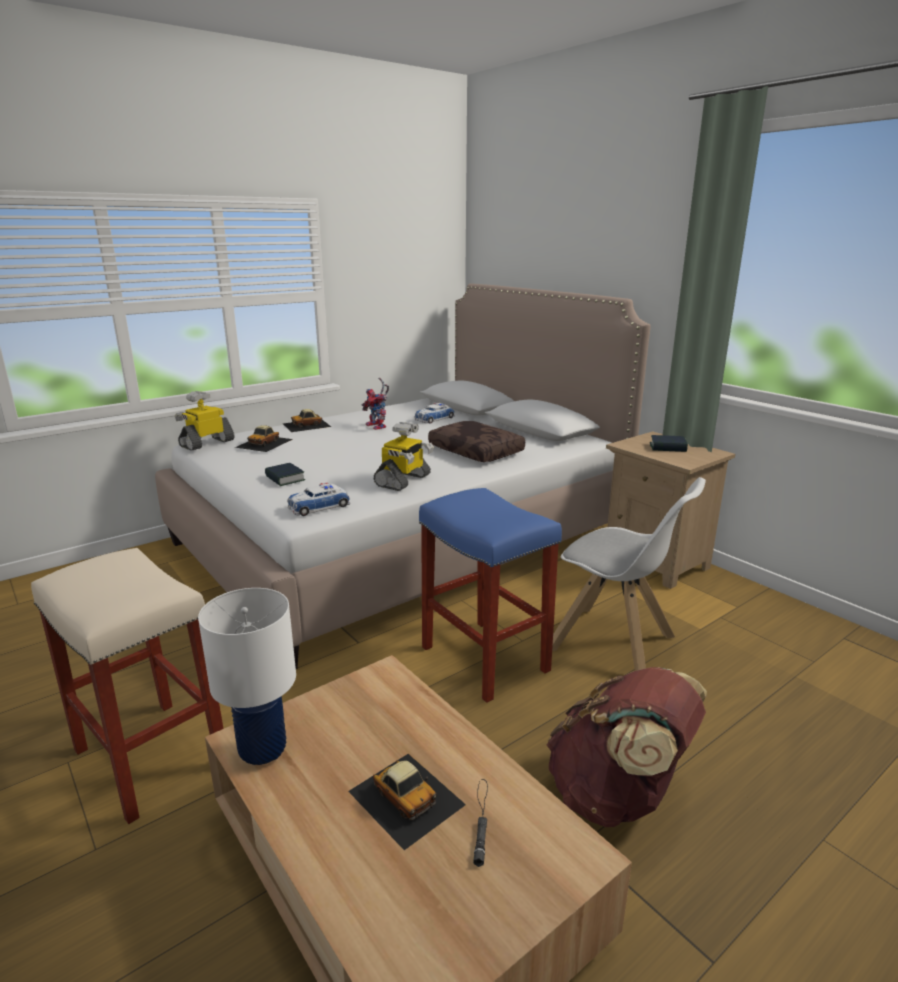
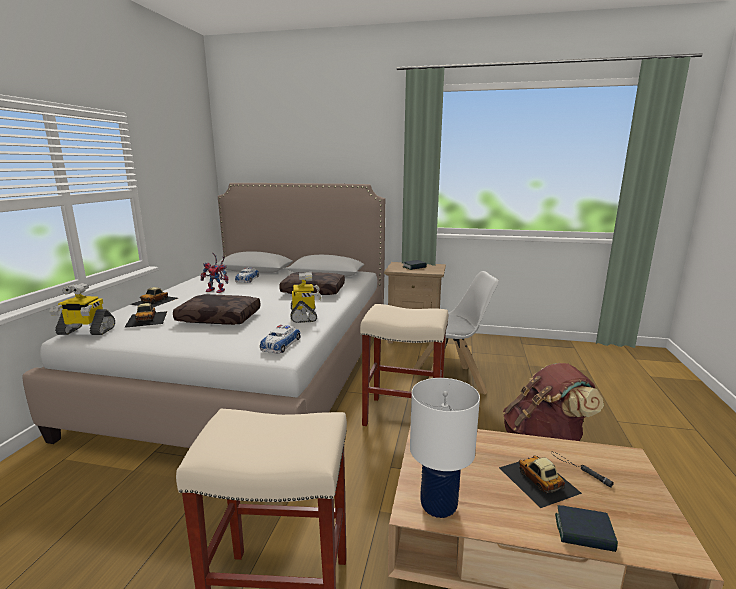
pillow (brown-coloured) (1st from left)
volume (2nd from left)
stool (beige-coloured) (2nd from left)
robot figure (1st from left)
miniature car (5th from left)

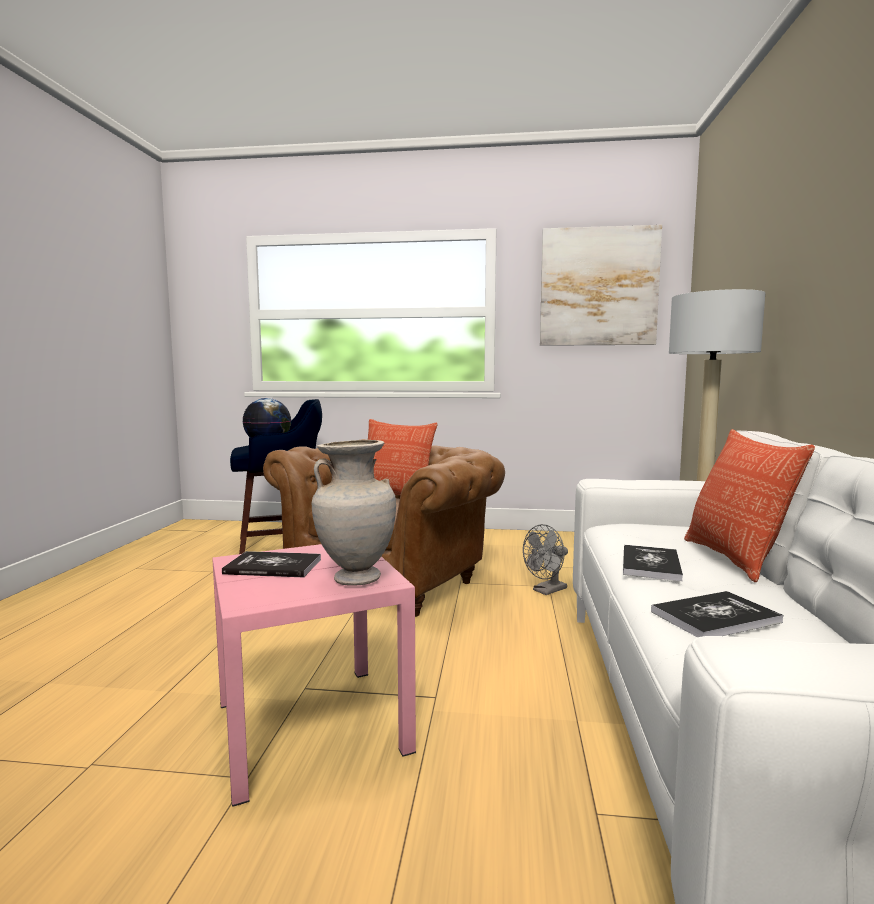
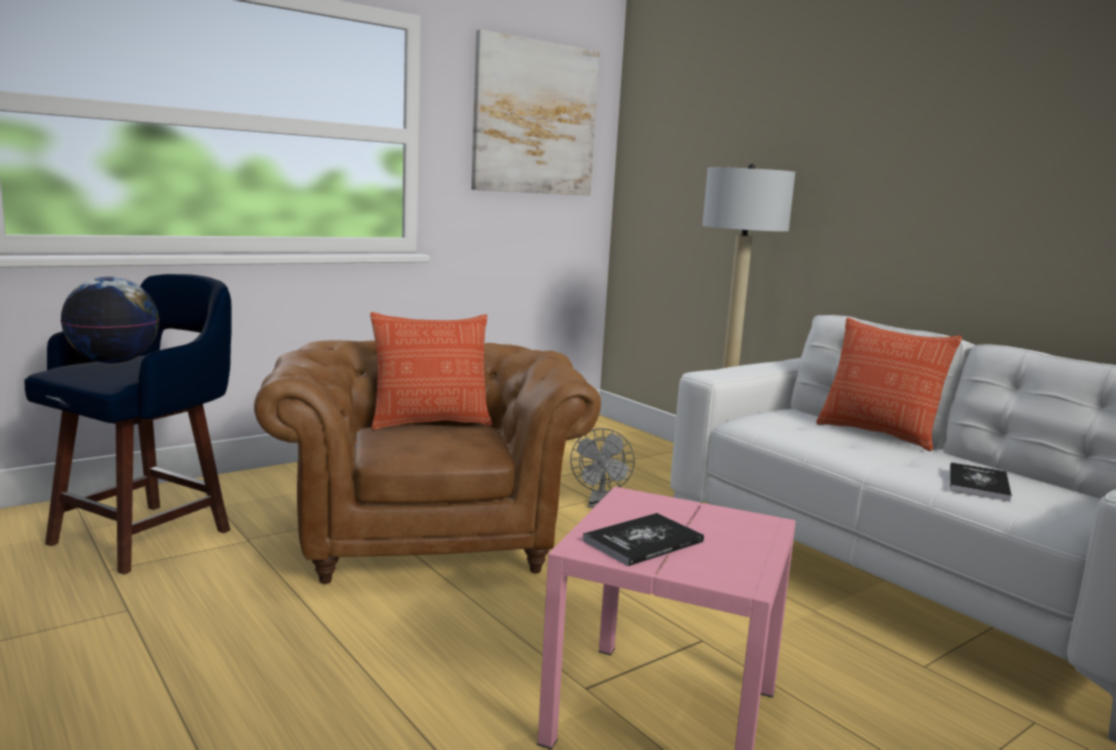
decorative vase (beige-coloured)
volume (2nd from left in the first image)

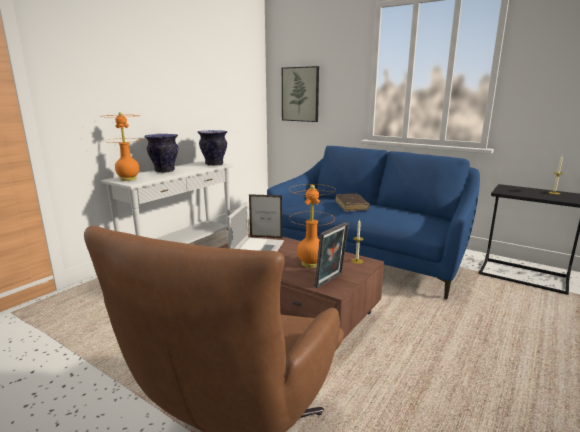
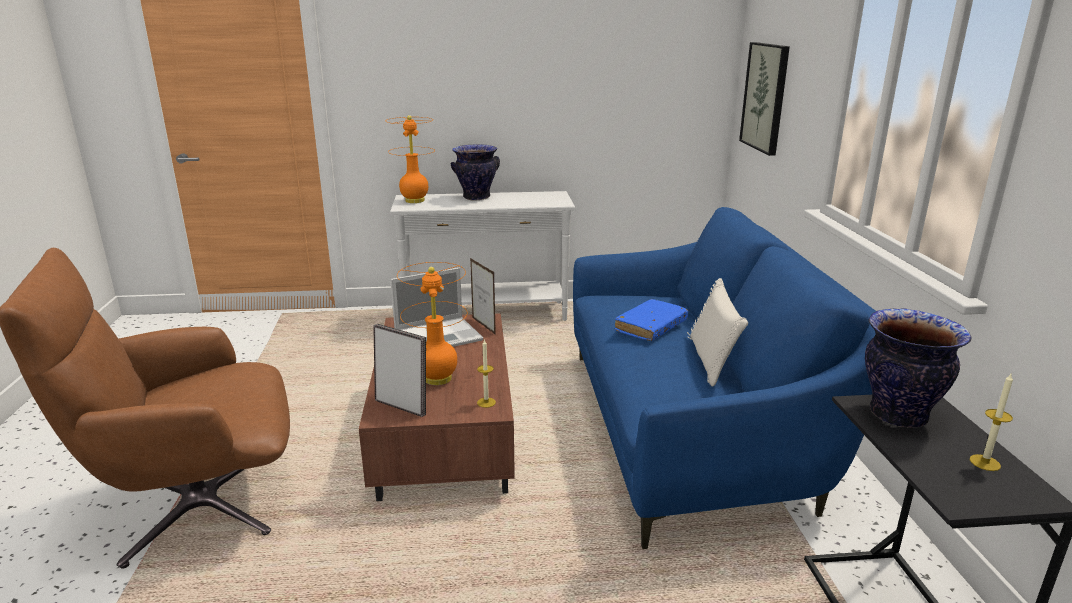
pillow (whitish)
decorative vase (2nd from left)
volume (blue)
picture frame (1st from left)

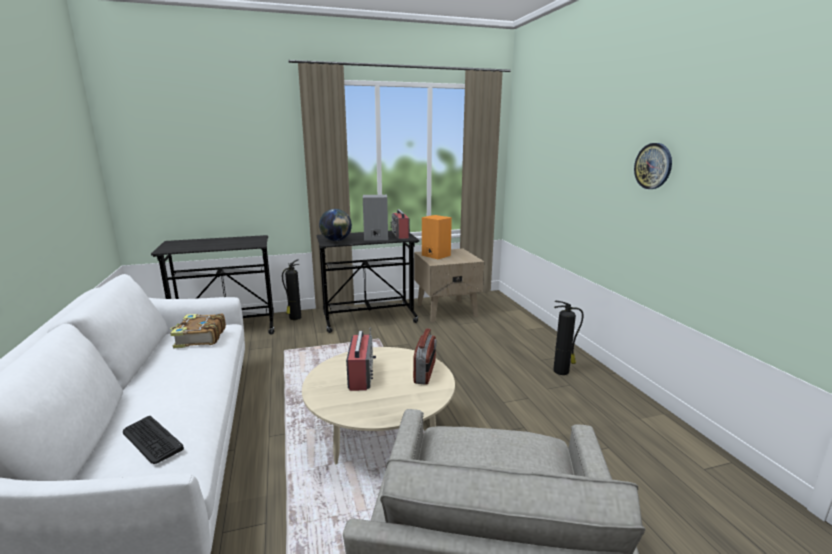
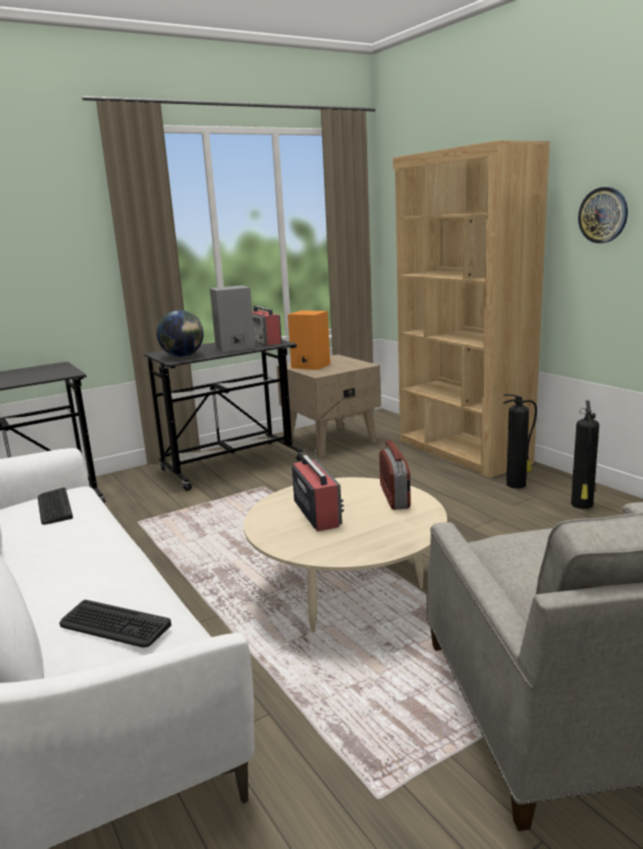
bookshelf (brown-coloured)
extinguisher (2nd from left)
PC keyboard (1st from left)

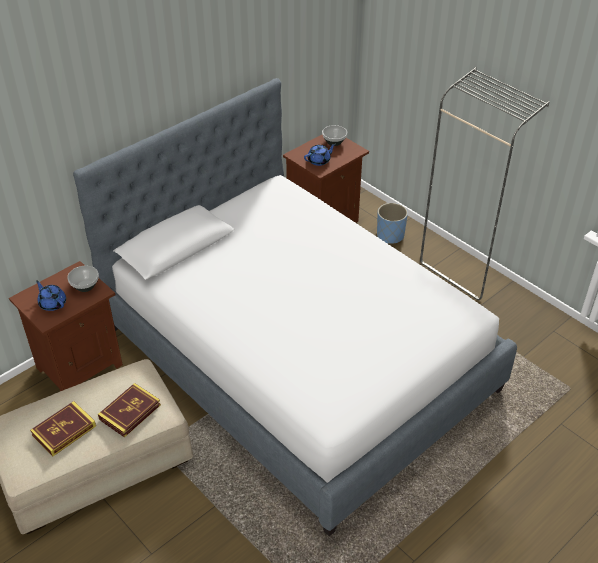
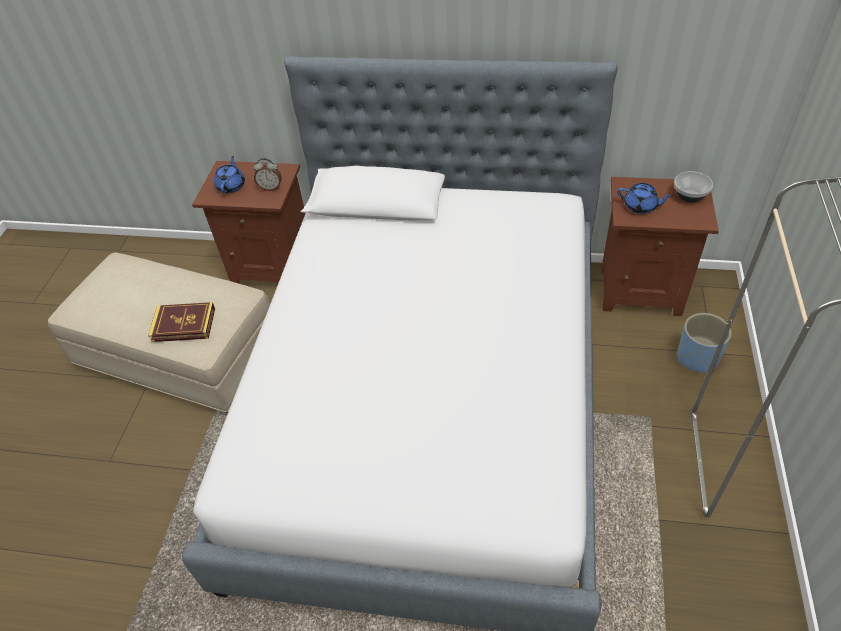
volume (1st from left in the first image)
alarm clock

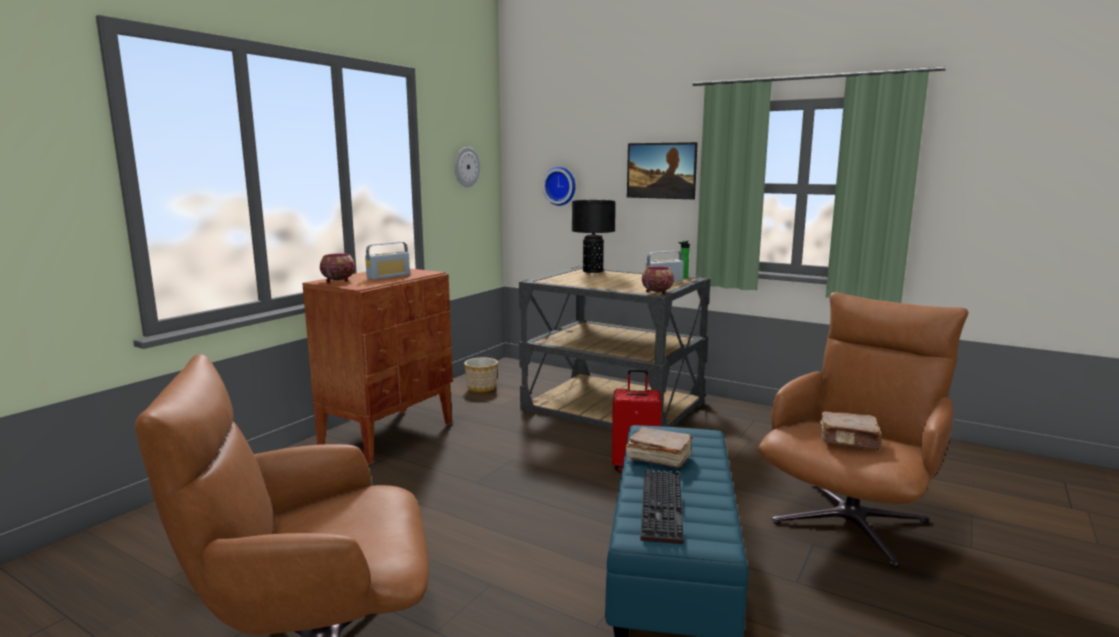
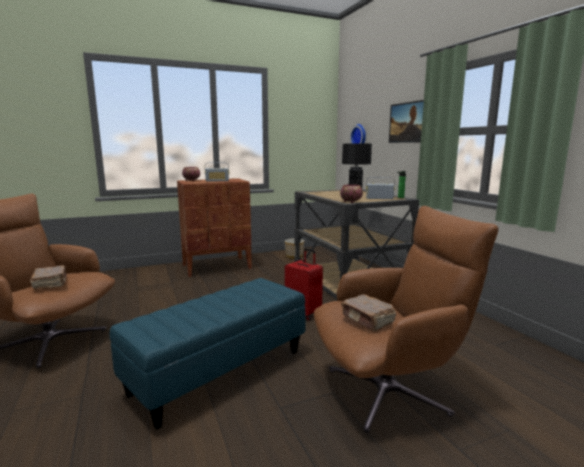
clock on the wall (1st from left in the first image)
PC keyboard
volume (brown-coloured) (1st from left)

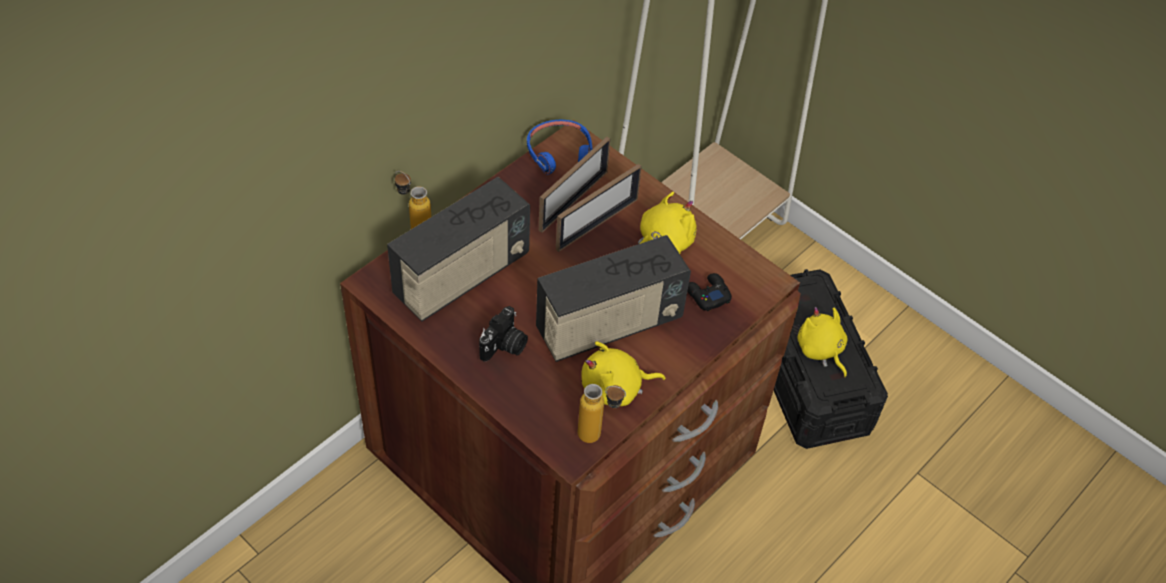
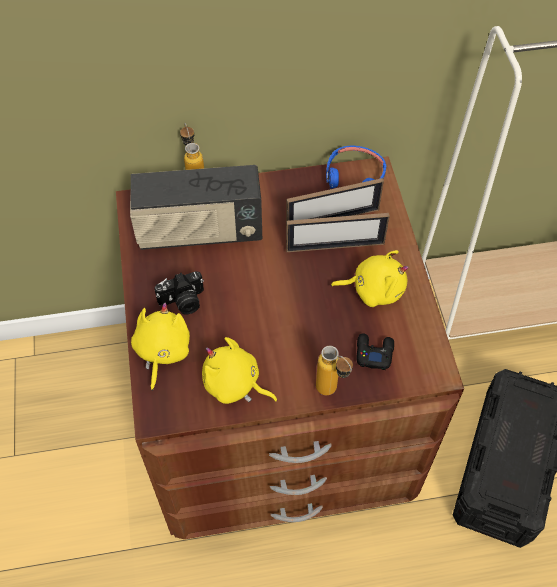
radio set (2nd from left in the first image)
bottle (2nd from left)
cuddly toy (yellow-coloured) (1st from left)

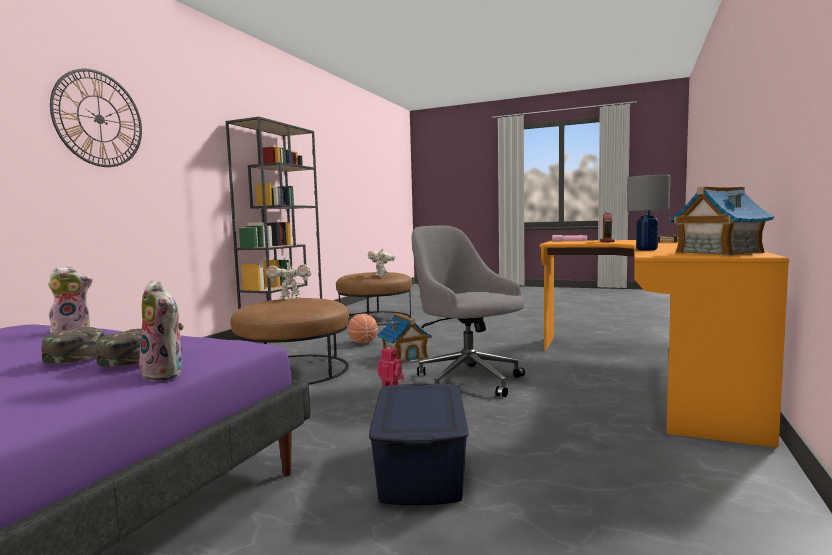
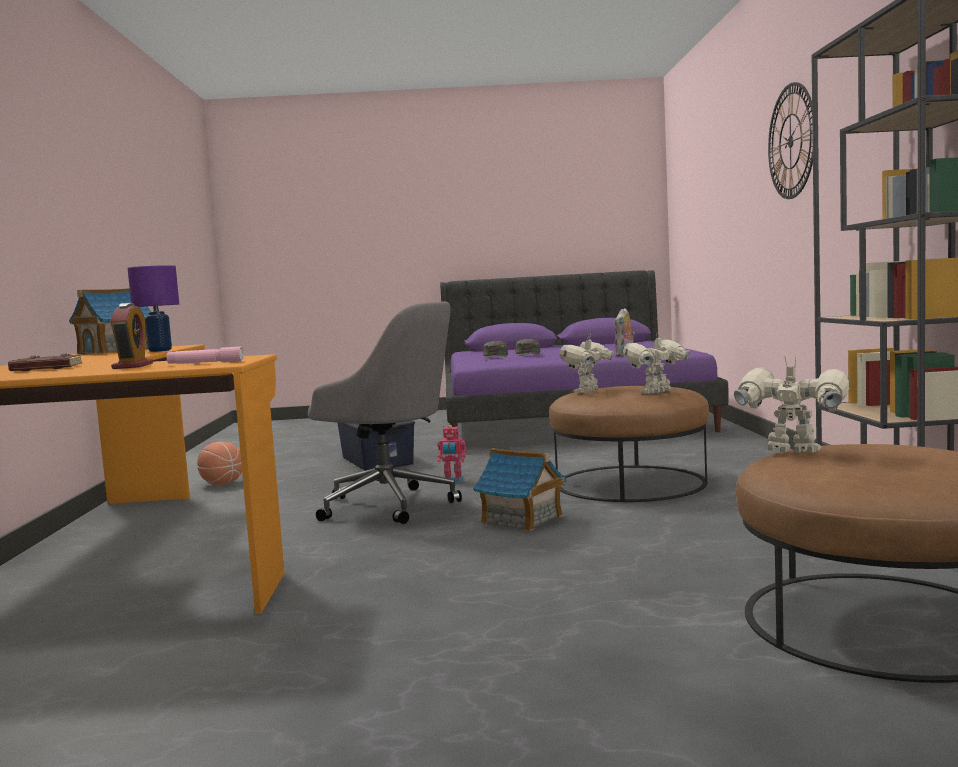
cuddly toy (2nd from left in the first image)
robot figure (2nd from left)
basketball ball
lamp for a table (purple)

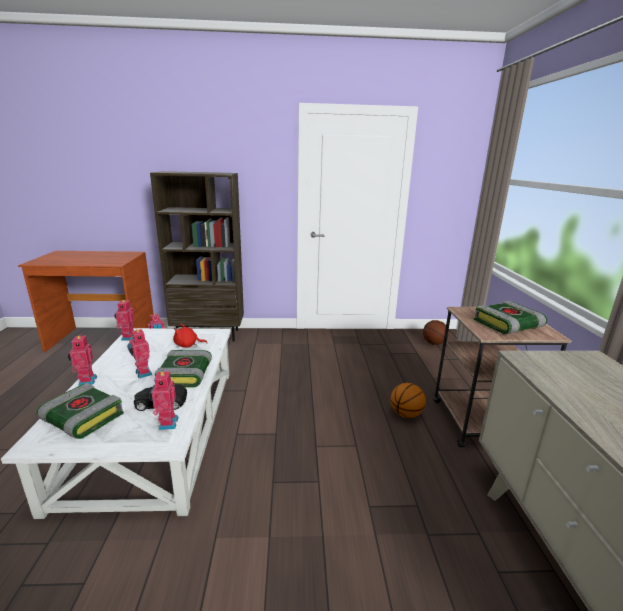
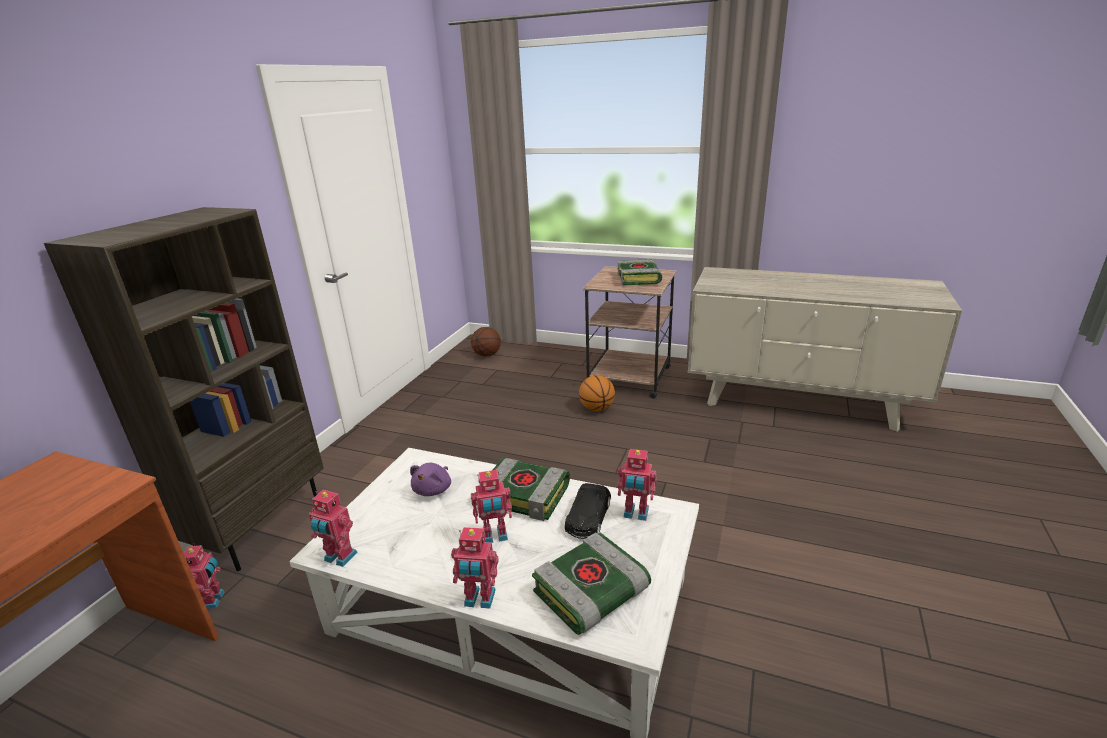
cuddly toy (purple)

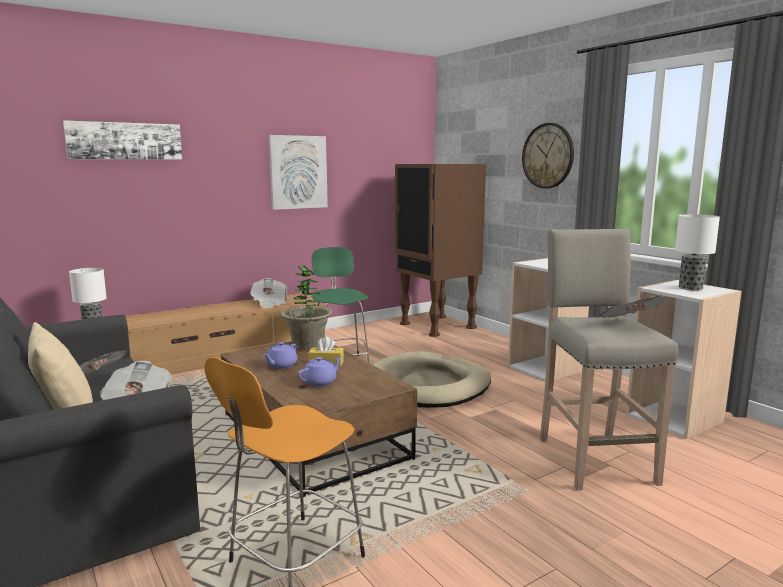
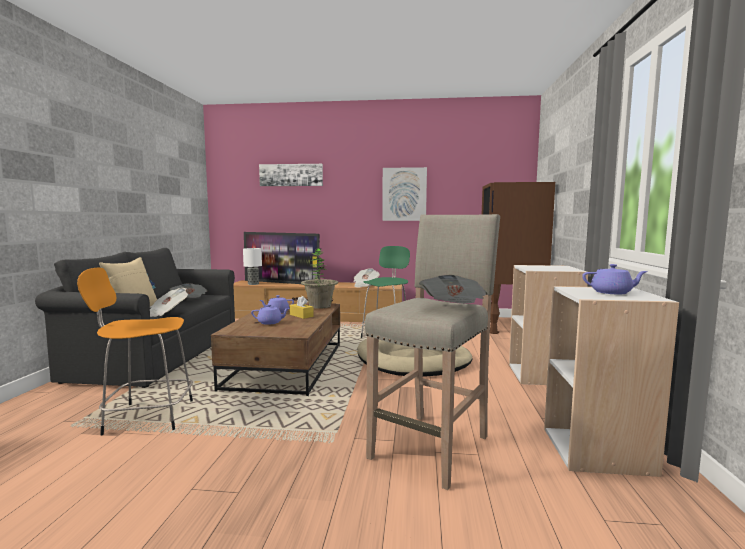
clock on the wall
TV
teapot (purple) (3rd from left)

